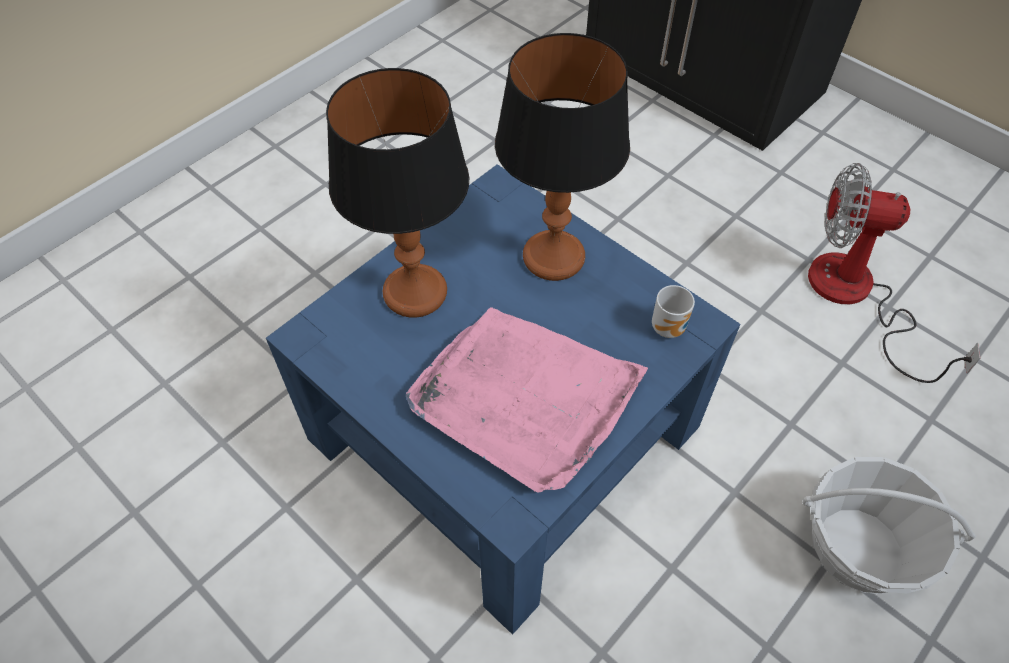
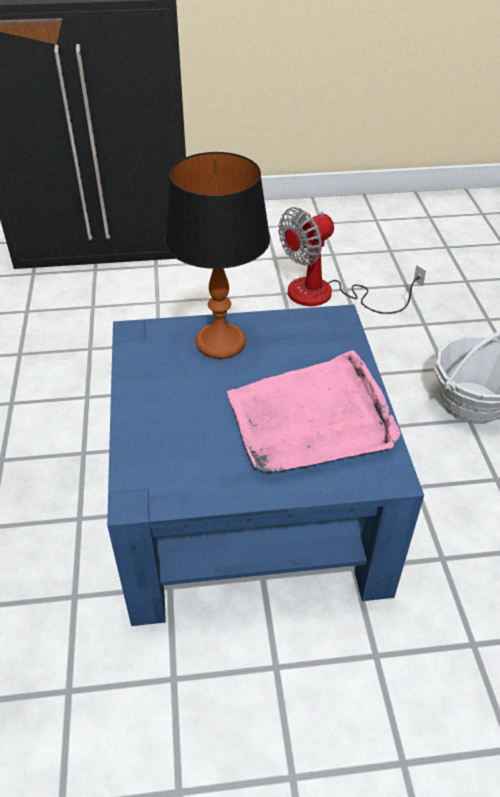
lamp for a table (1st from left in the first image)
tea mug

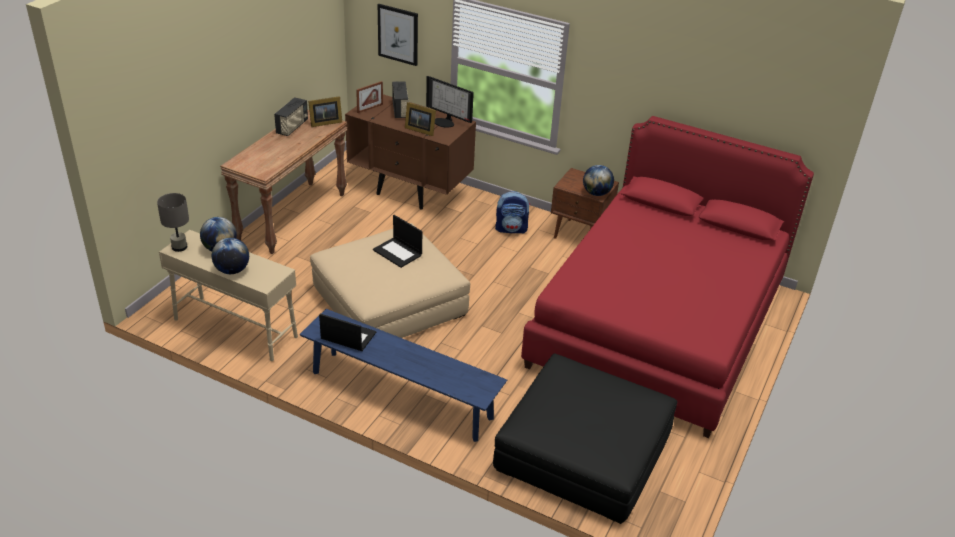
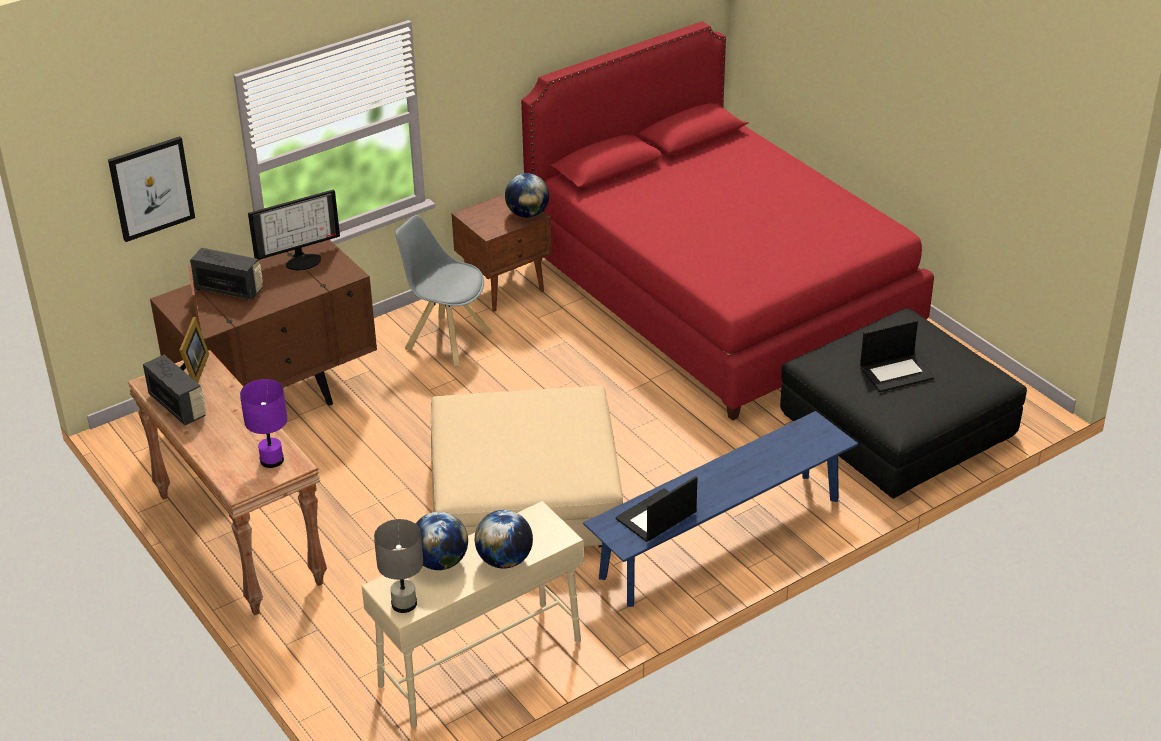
picture frame (3rd from left in the first image)
lamp for a table (purple)
portable computer (2nd from left)
chair (gray)

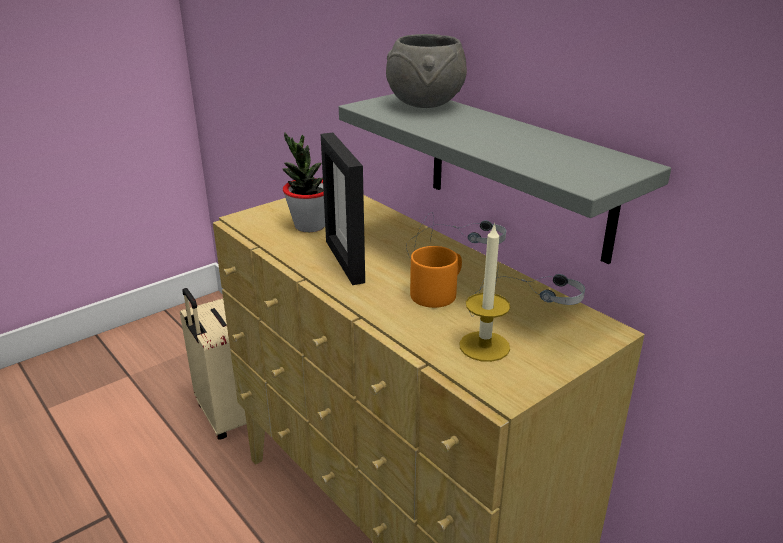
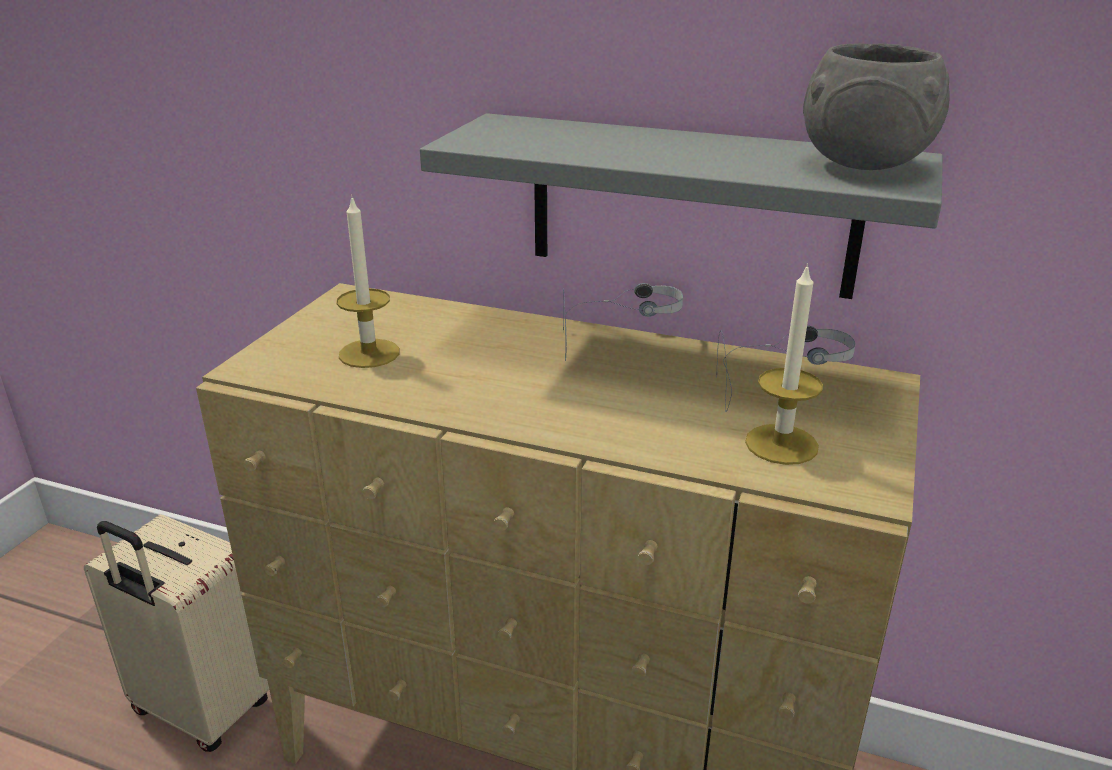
picture frame
tea mug (orange)
bowl (gray)
wax candle (1st from left)

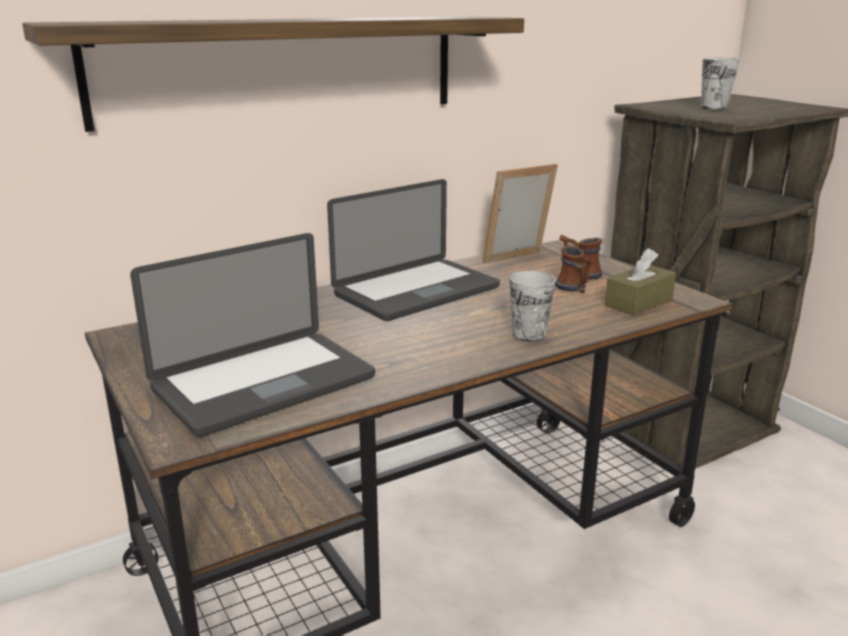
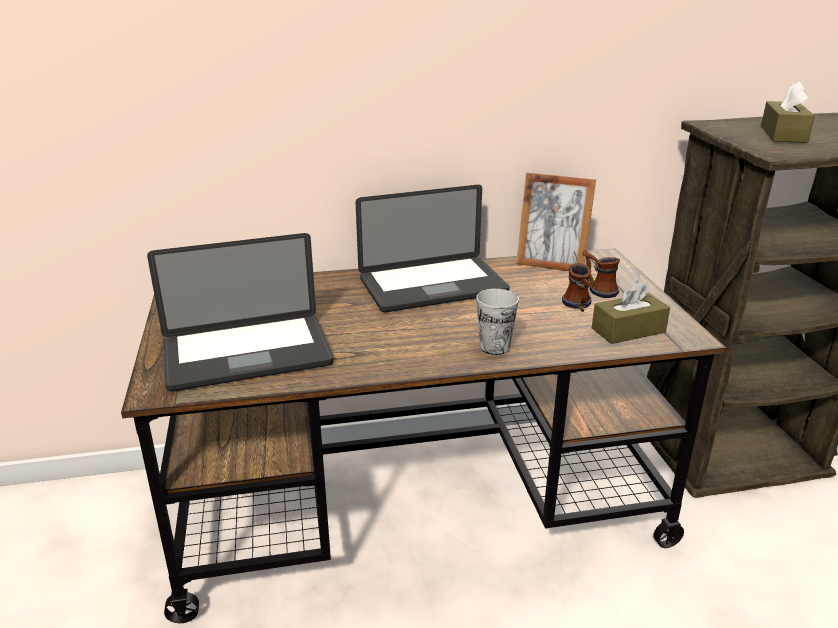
bracket shelf
tissue holder (brown-coloured) (2nd from left)
picture frame

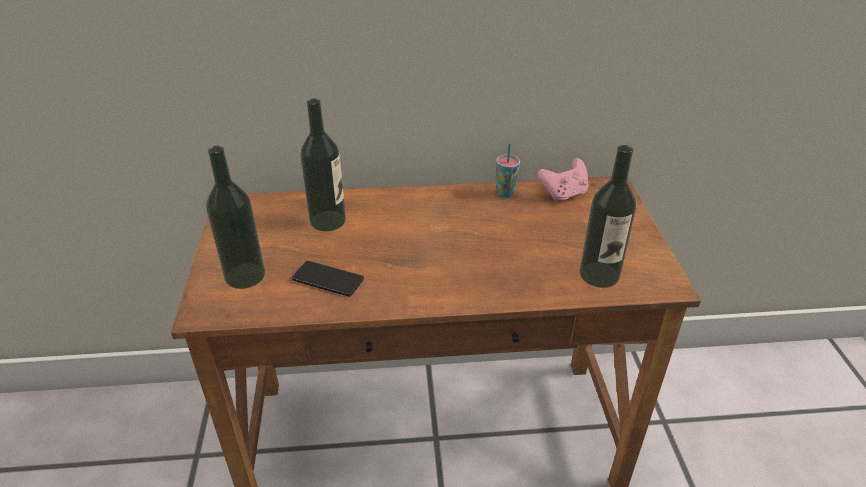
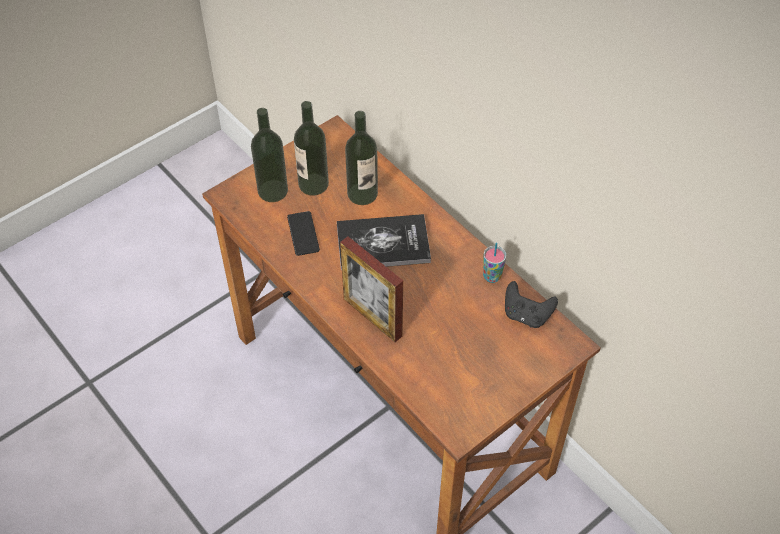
volume
picture frame
bottle (2nd from left)
joypad (blackish)

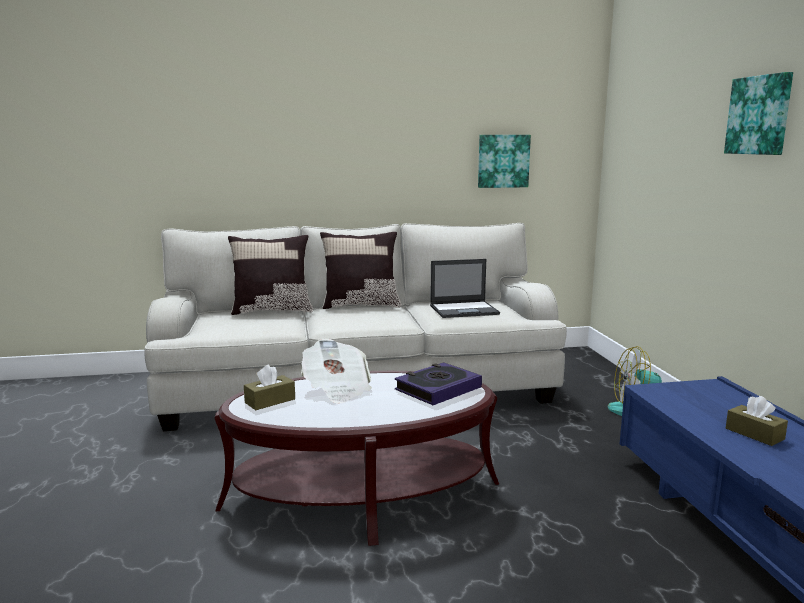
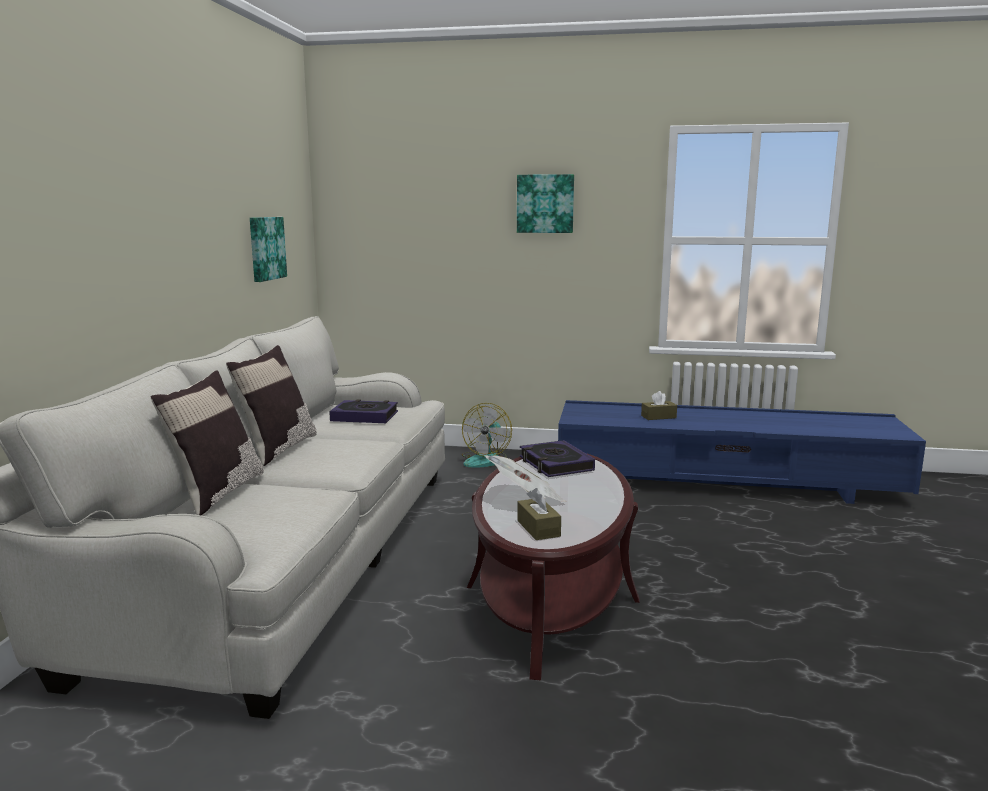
volume (1st from left)

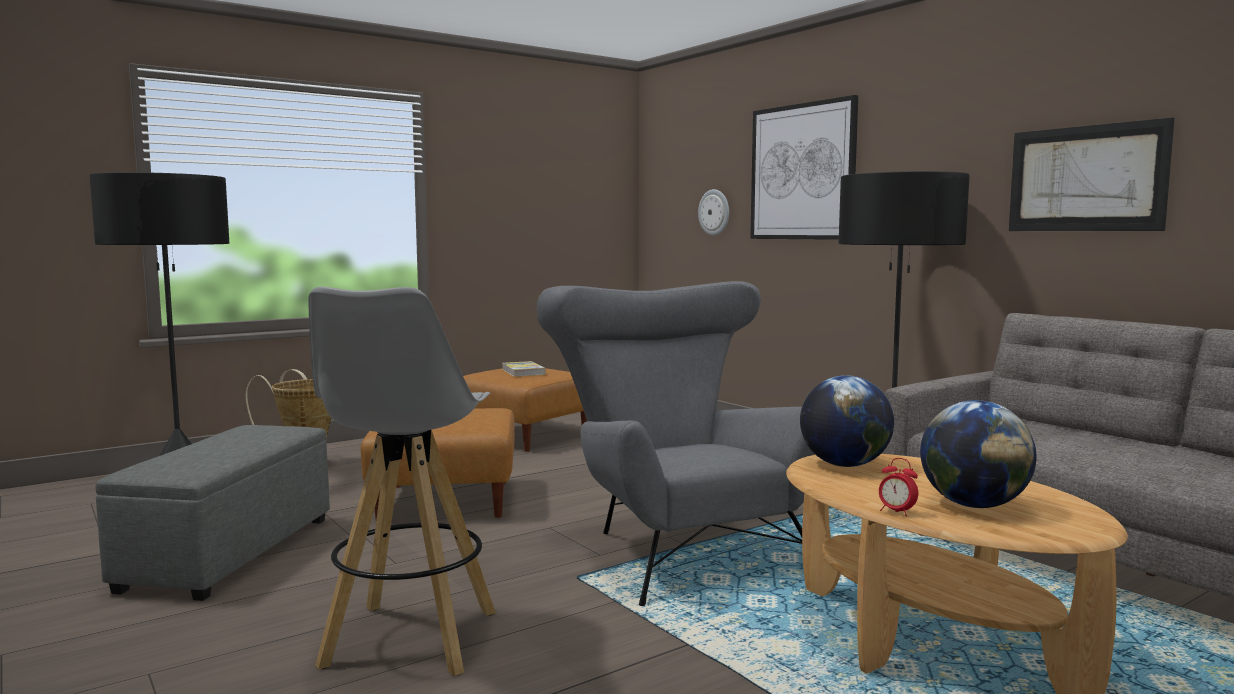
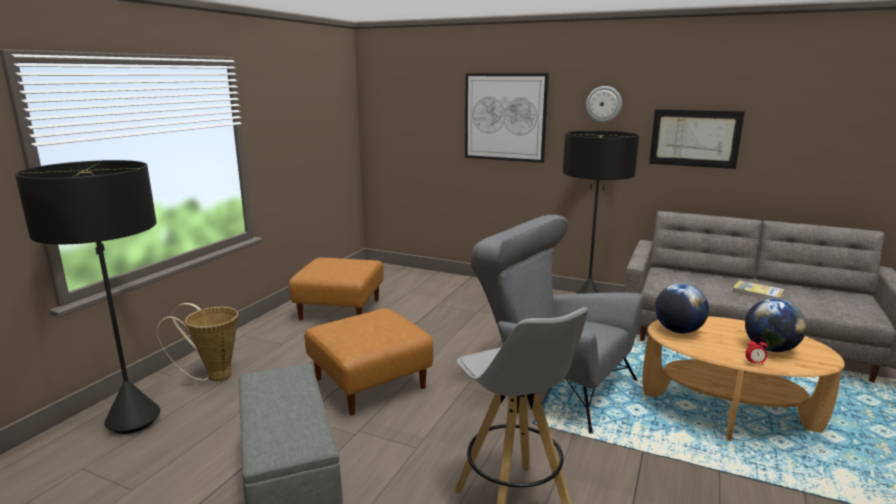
volume
clock on the wall

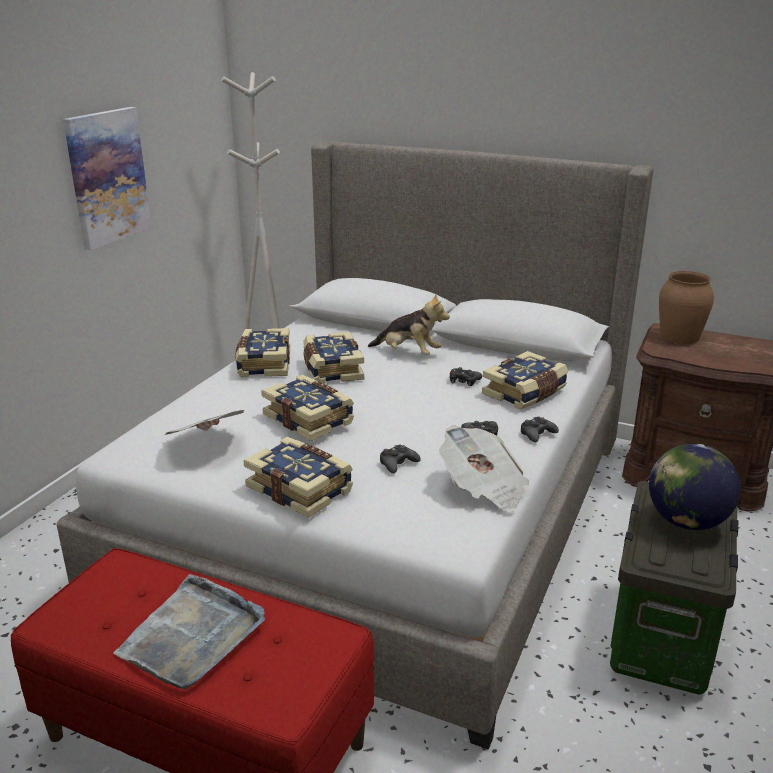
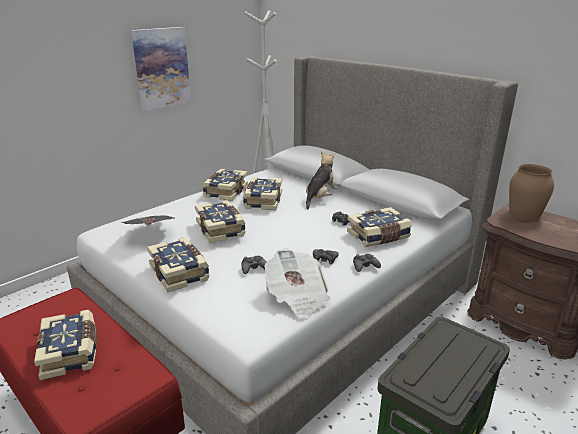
desk globe
volume (1st from left)
cuddly toy

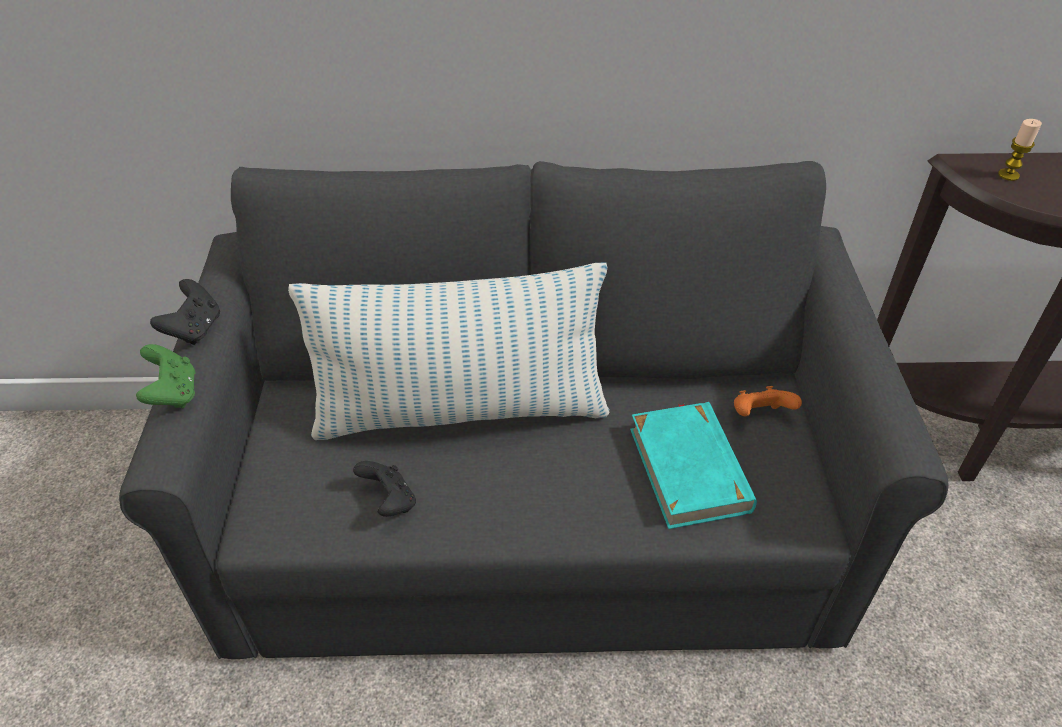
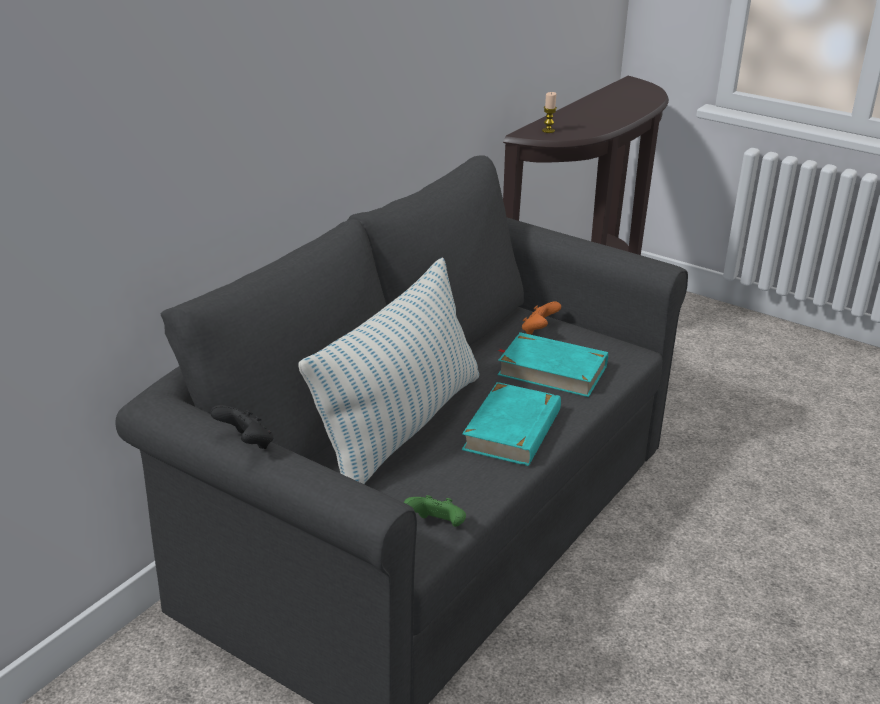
joypad (blackish) (2nd from left in the first image)
volume (turquoise-coloured) (1st from left)
joypad (green-coloured)

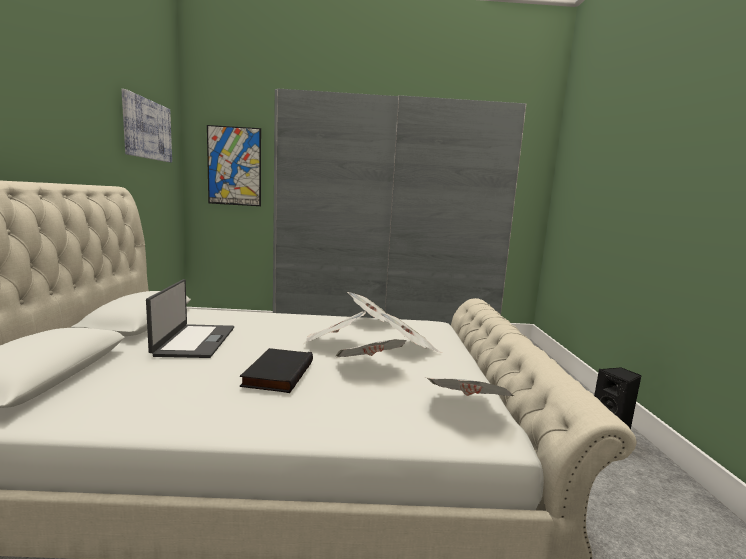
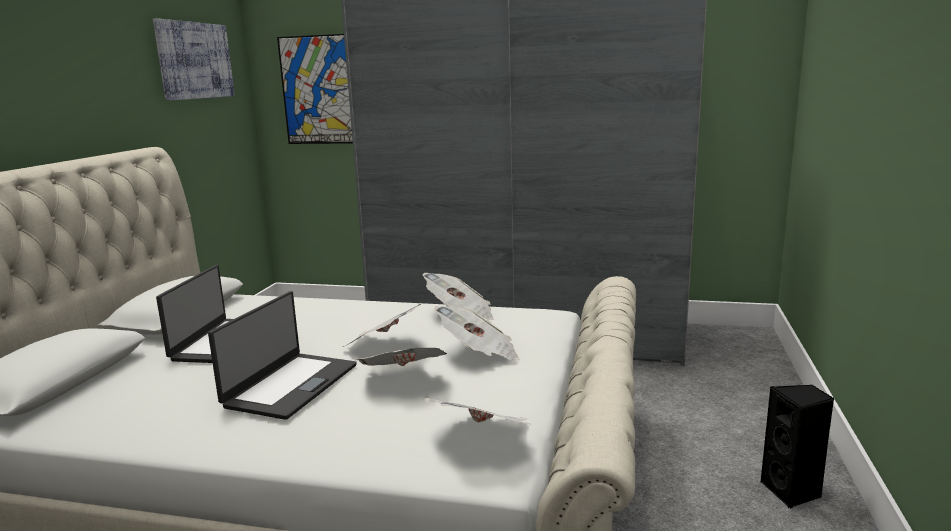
portable computer (2nd from left)

